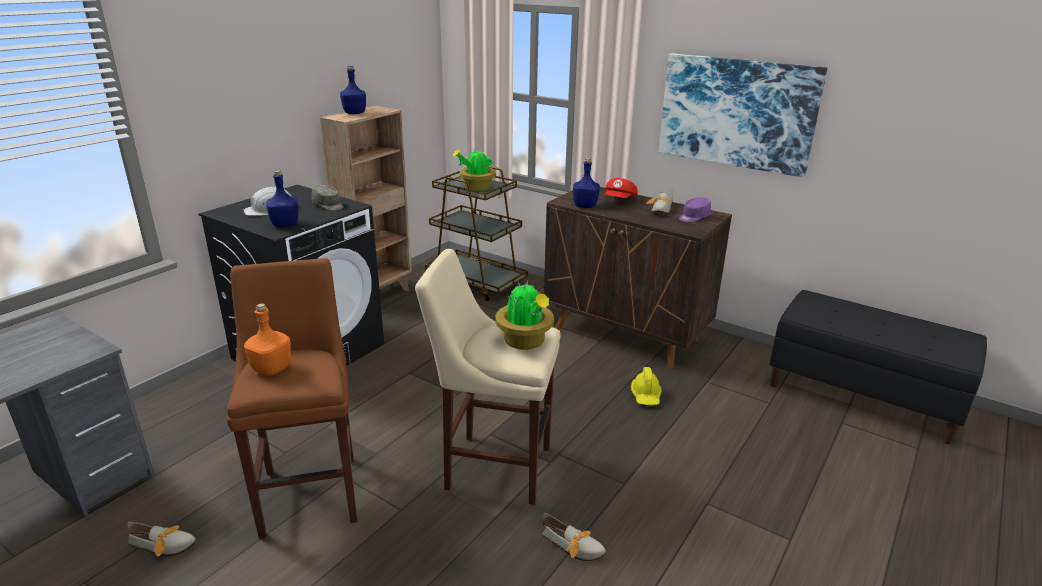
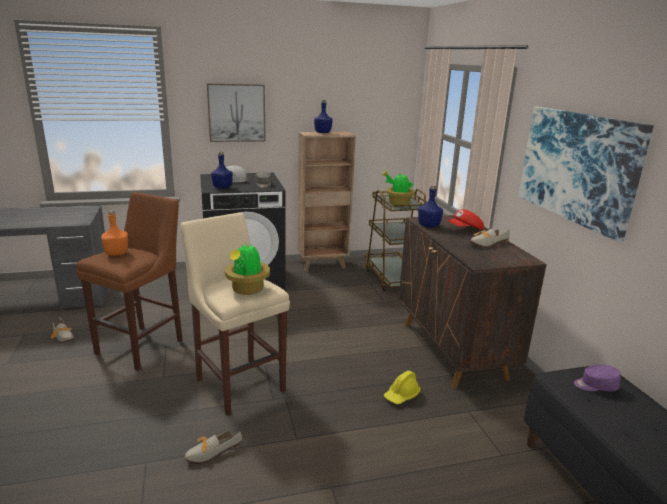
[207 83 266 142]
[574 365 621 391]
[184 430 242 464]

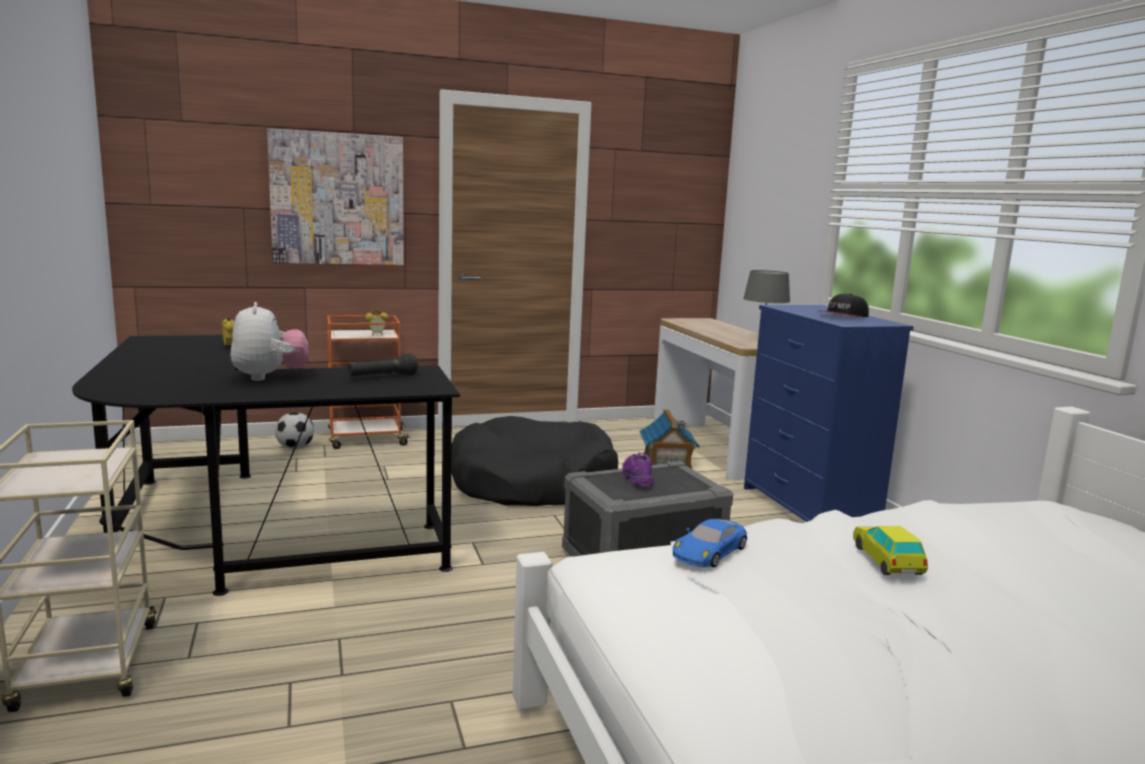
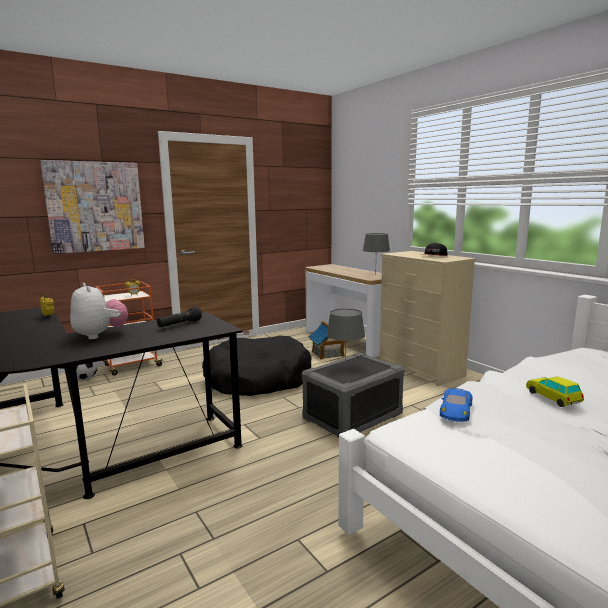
[327 309 365 368]
[379 251 476 386]

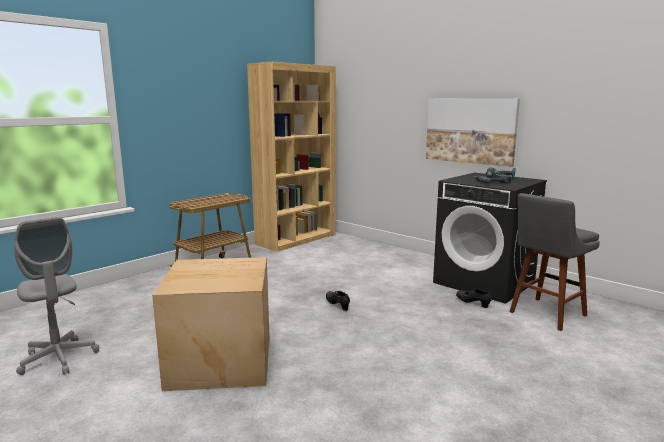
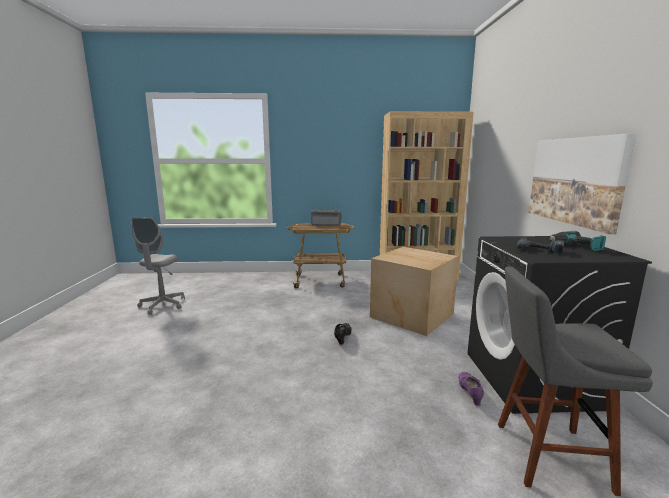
[311 208 342 225]
[370 247 459 336]
[459 372 484 406]

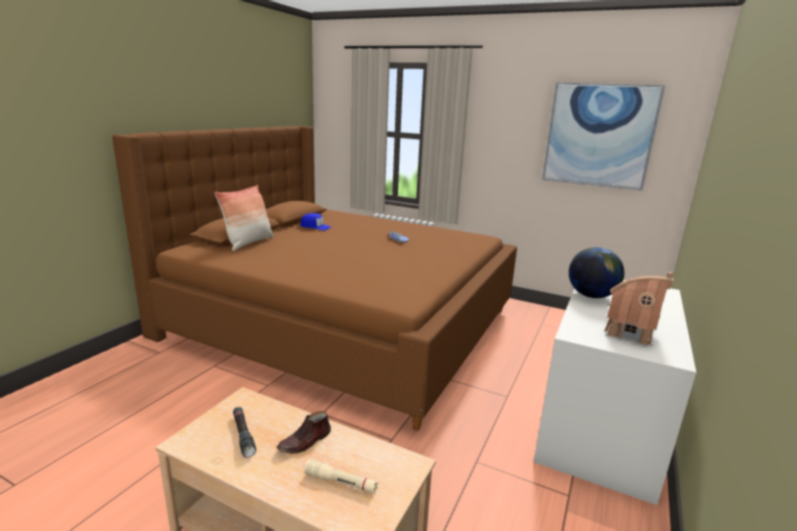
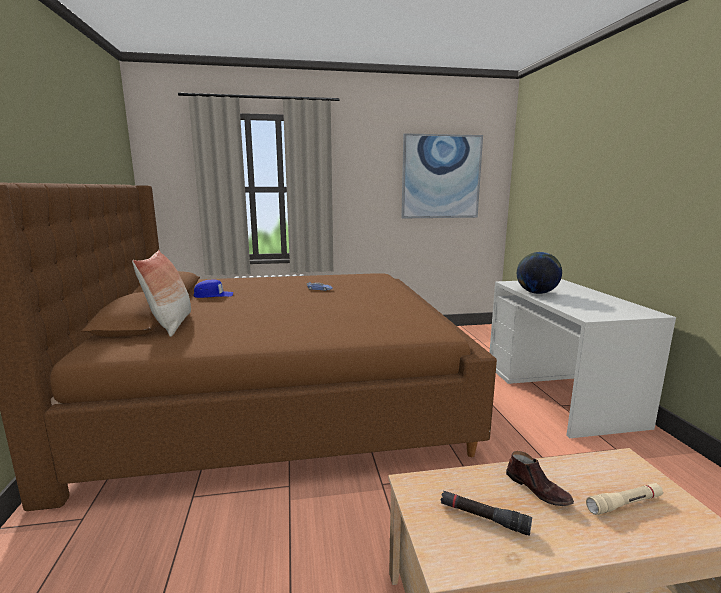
[605 272 674 346] (first image)
[506 451 574 506]

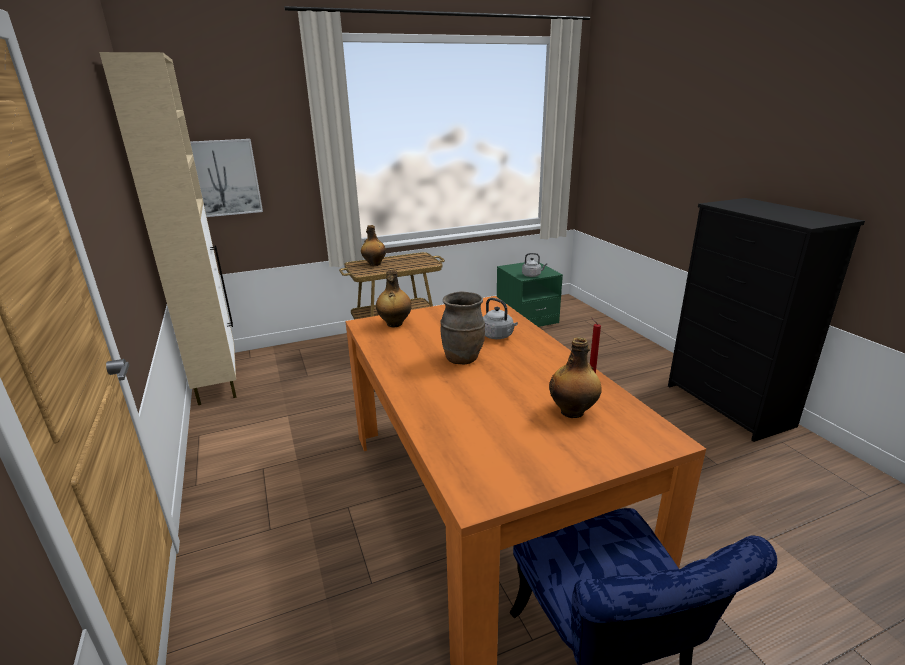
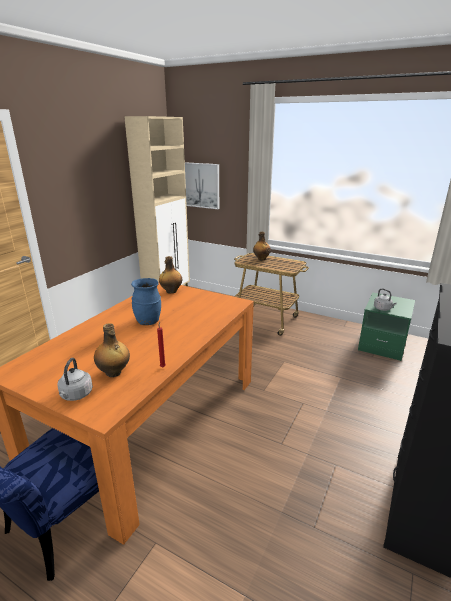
[57 358 93 401]
[131 278 161 325]

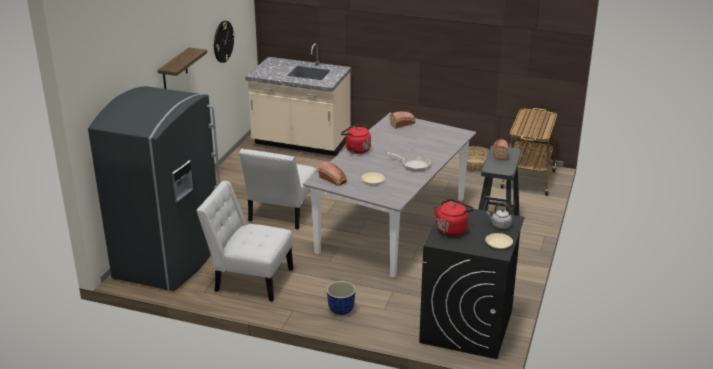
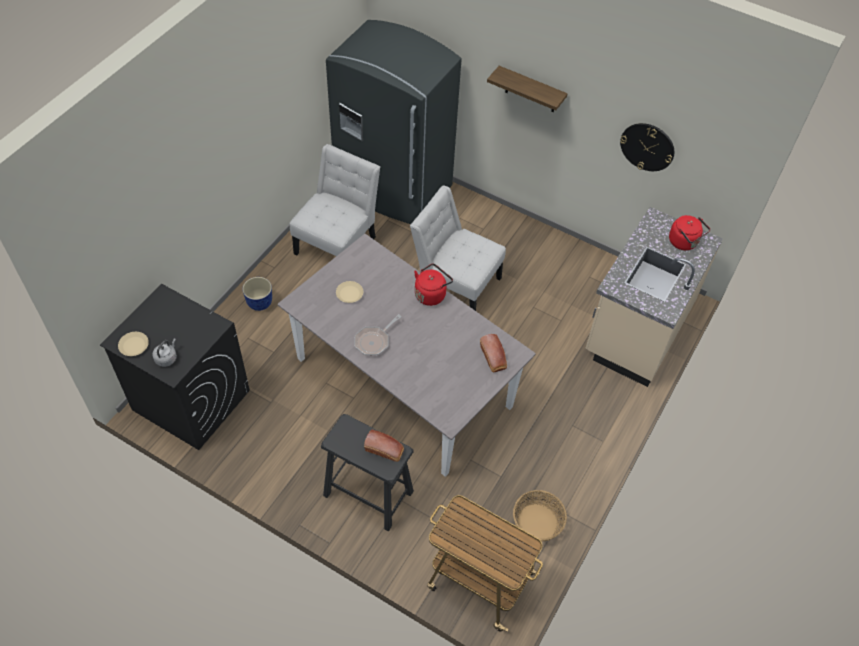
[318 162 347 186] (first image)
[669 215 710 250]

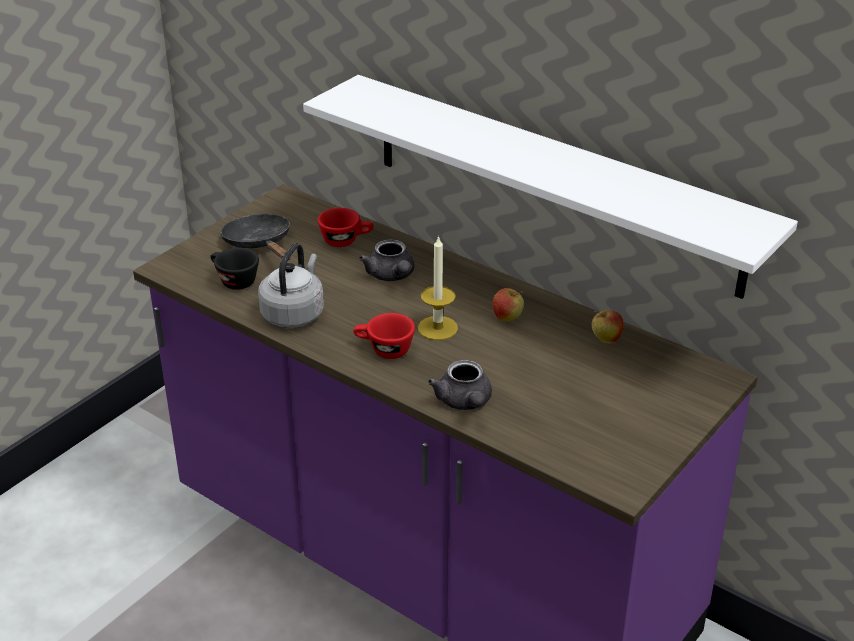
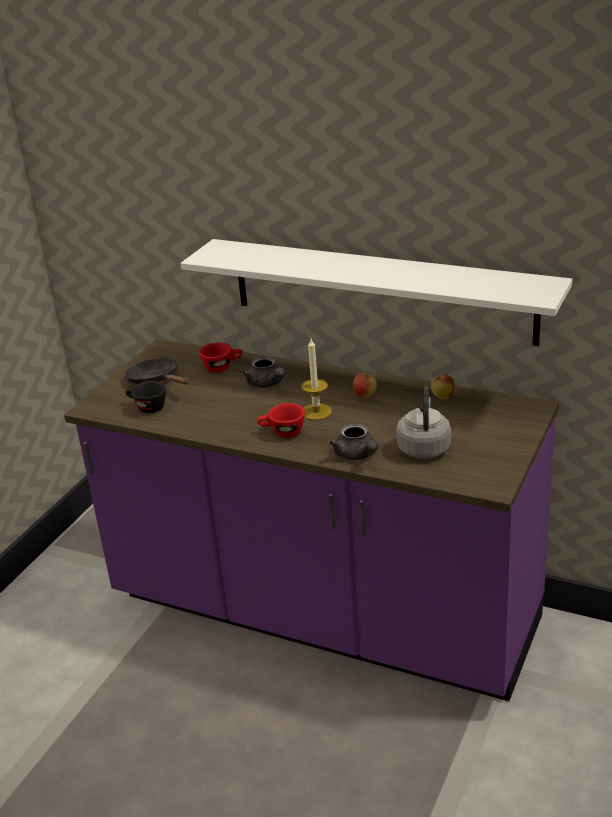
[396 387 451 459]

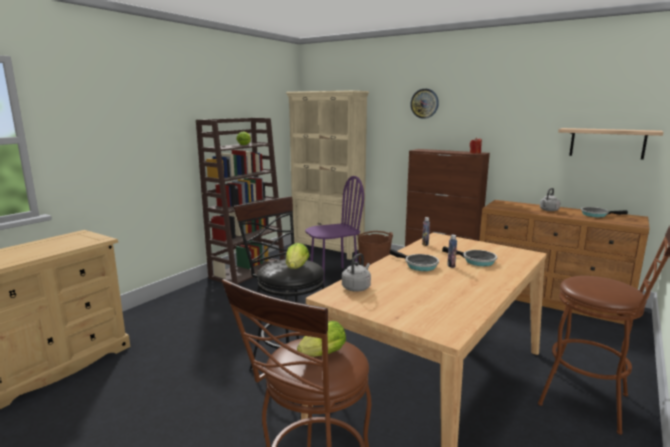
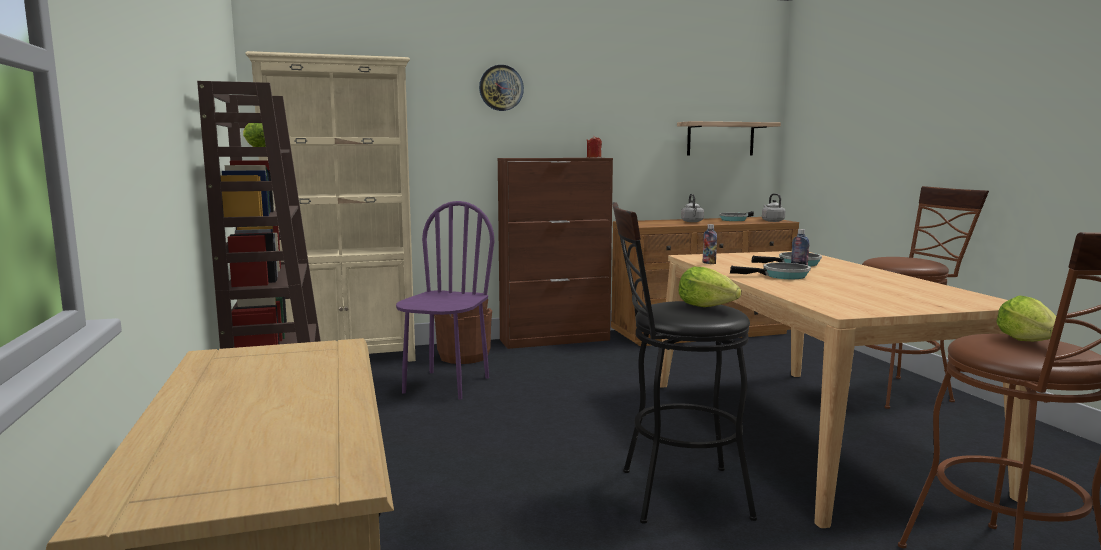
[762 194 785 222]

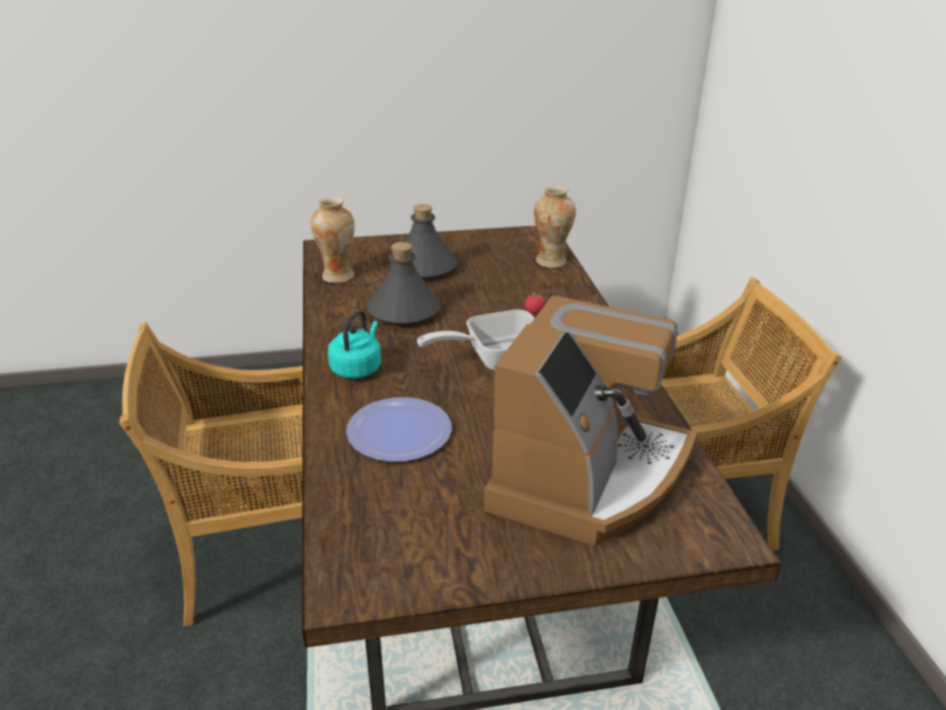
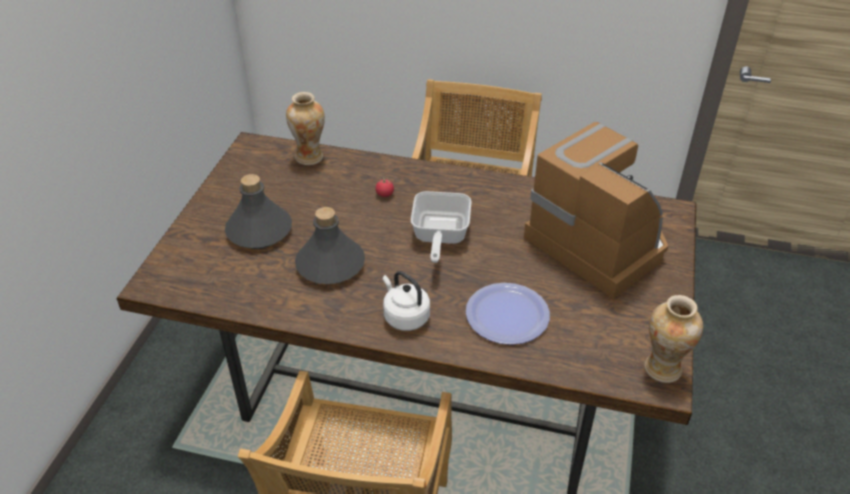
[644 295 703 383]
[383 271 430 331]

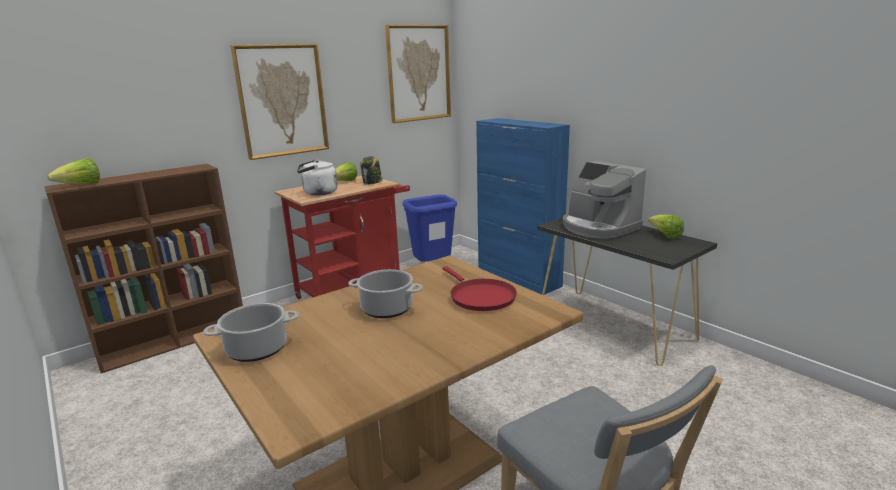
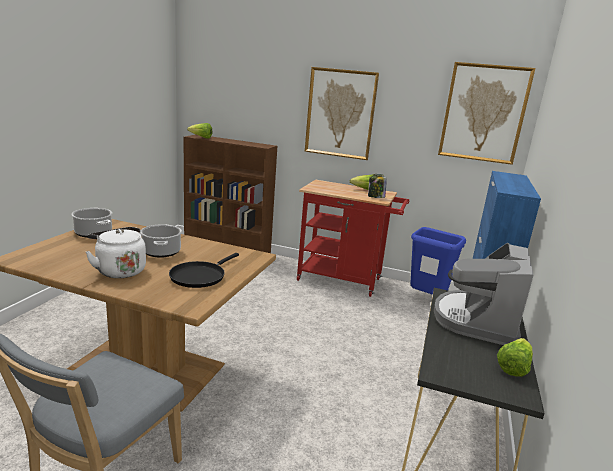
[86 227 146 278]
[169 253 239 288]

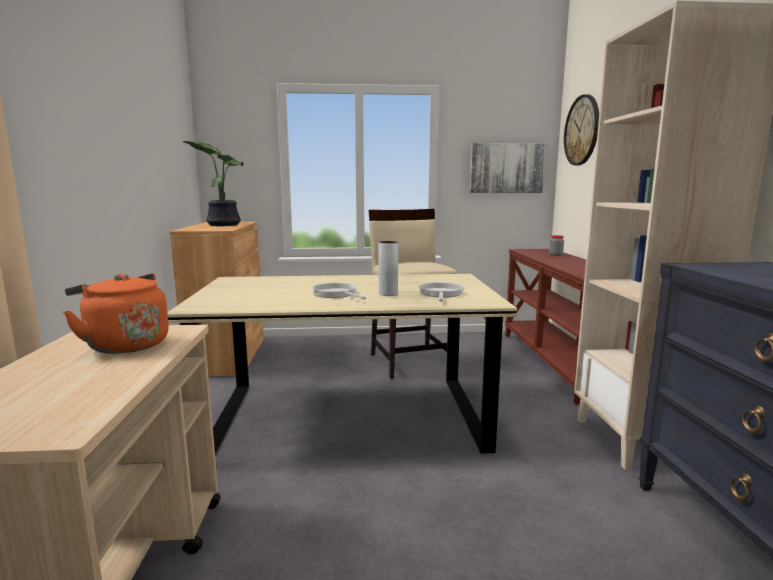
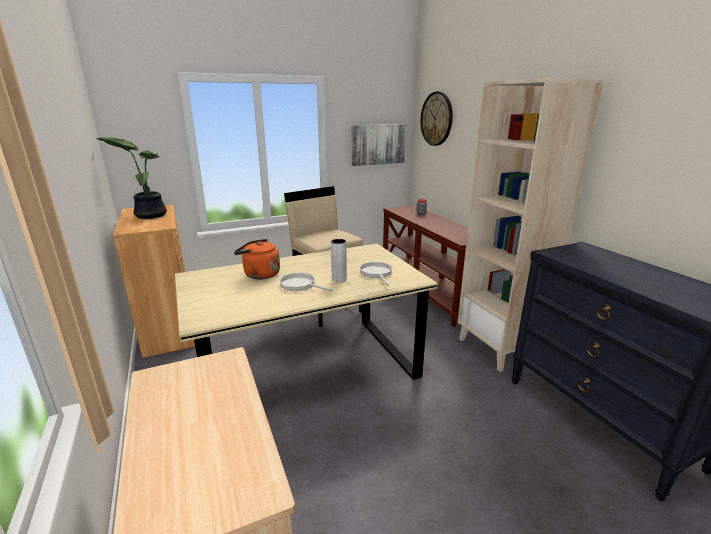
[234 239 280 280]

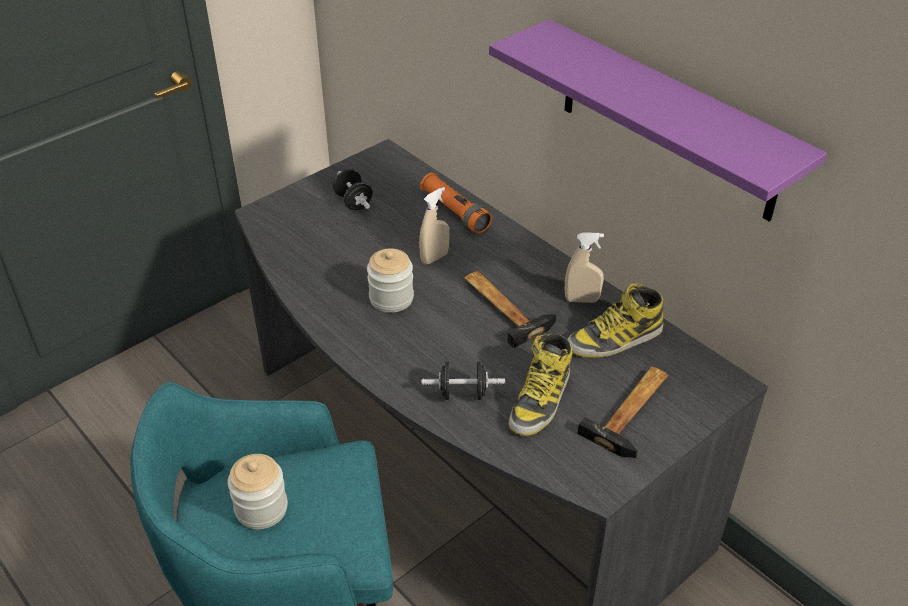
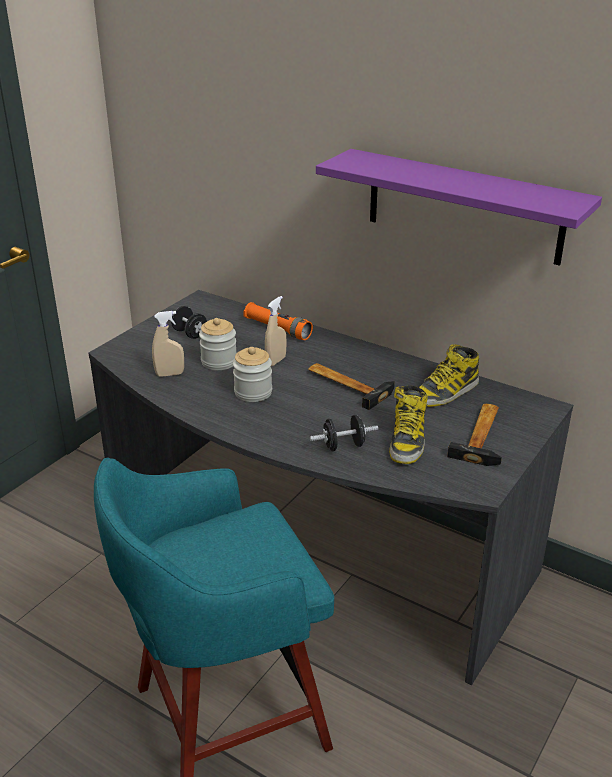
[199 318 237 370]
[152 311 184 377]

